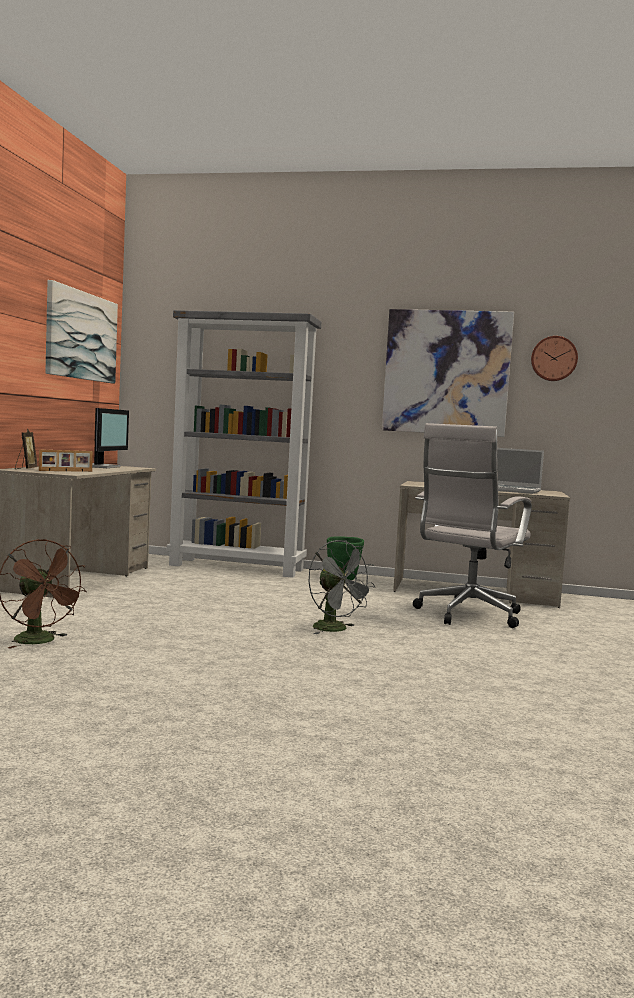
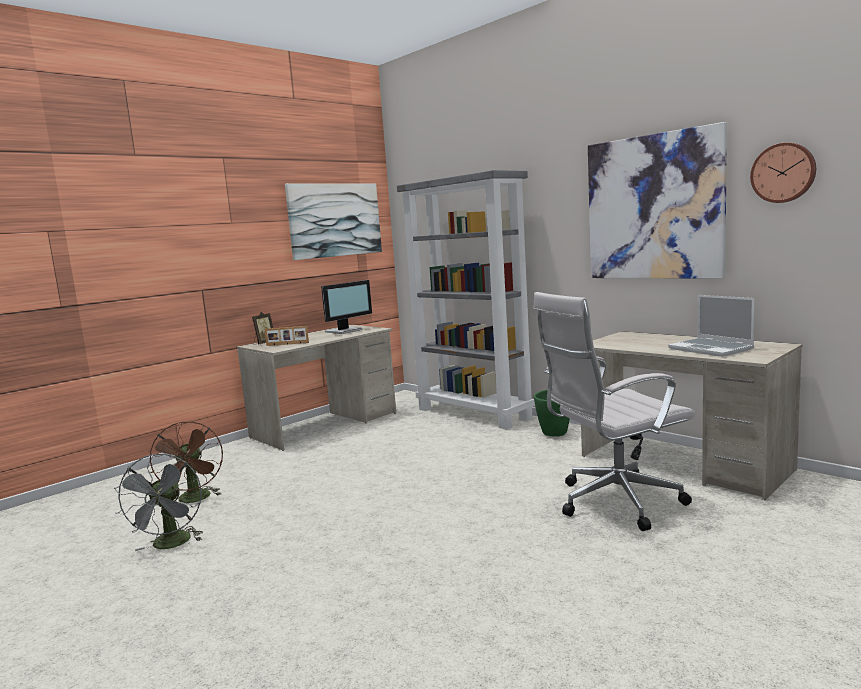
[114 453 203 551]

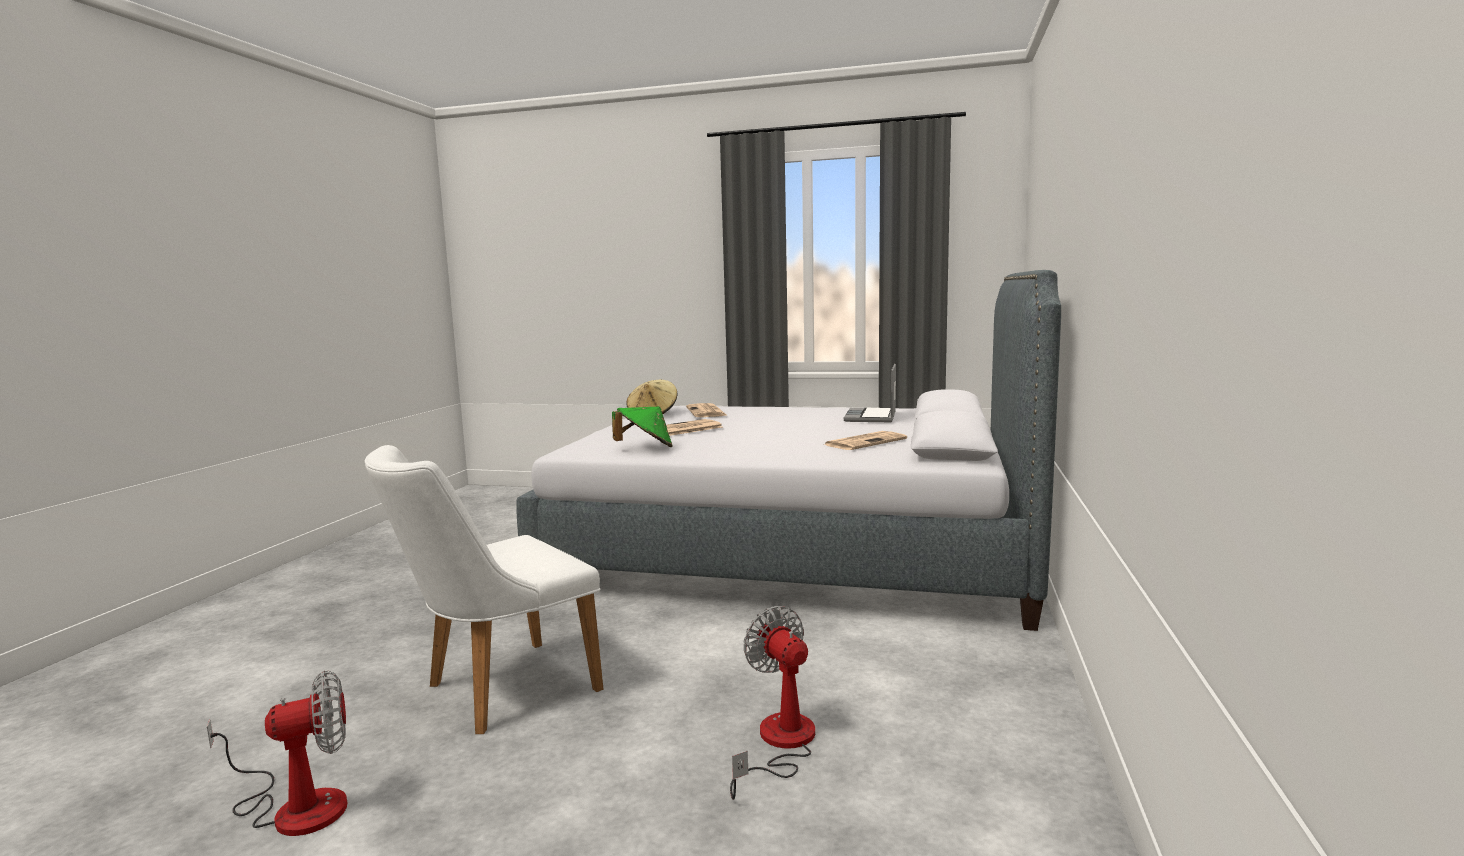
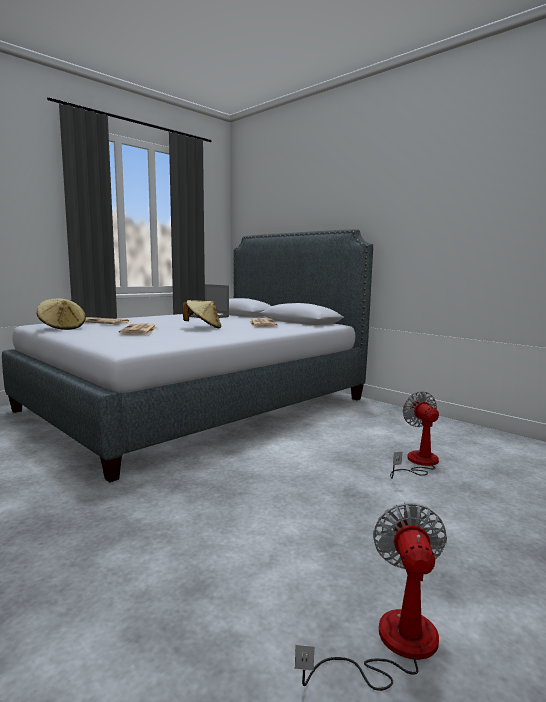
[365 445 604 734] (first image)
[612 407 673 447] (first image)
[183 300 221 328]
[390 391 439 479]

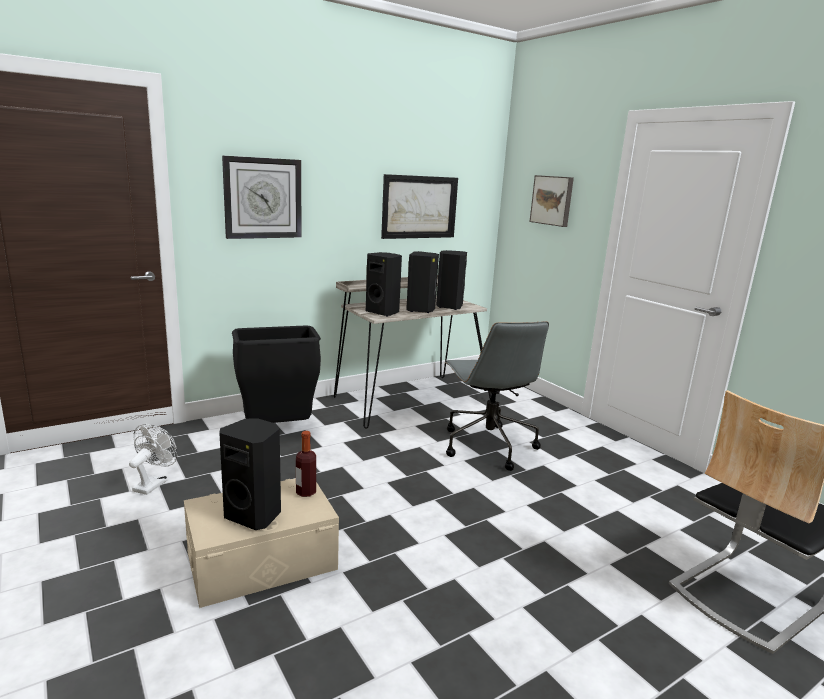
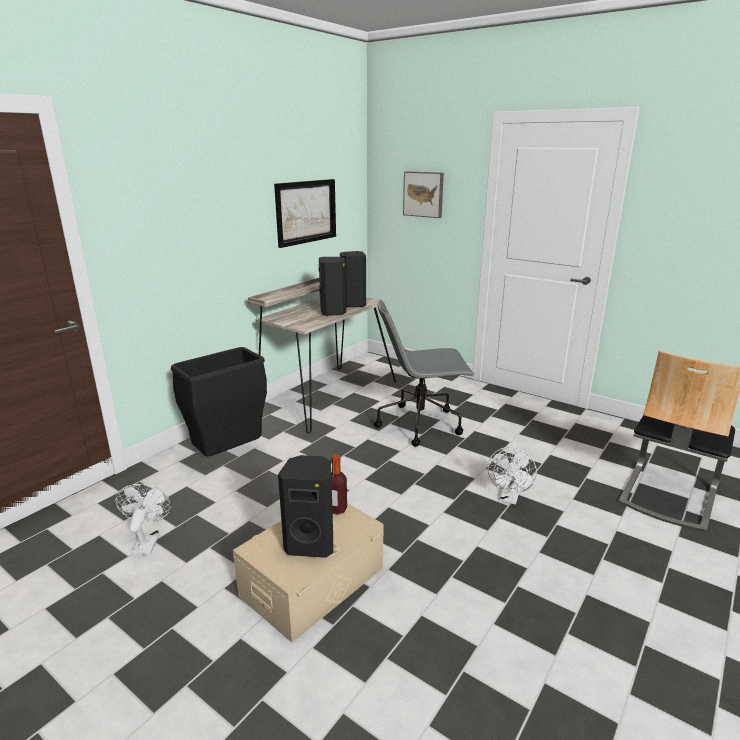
[222 155 302 239] (first image)
[366 252 402 316] (first image)
[488 447 537 505]
[374 299 475 447]

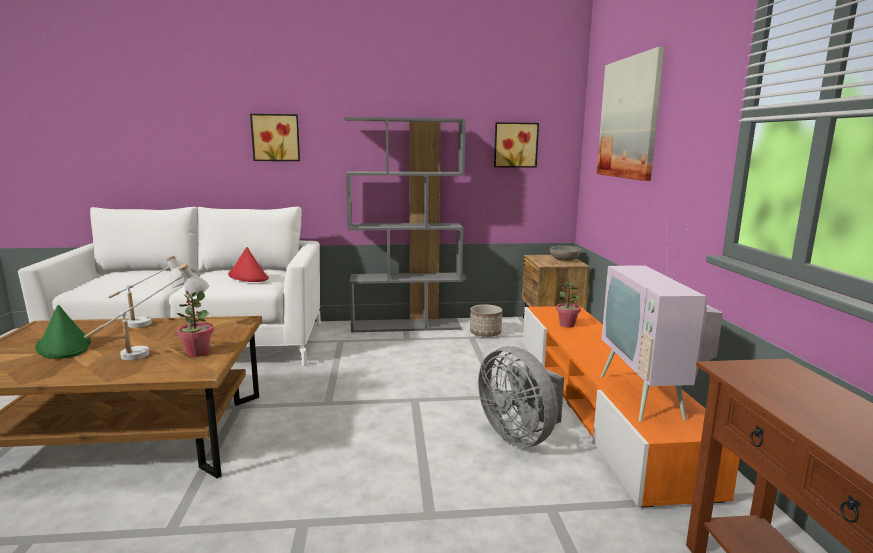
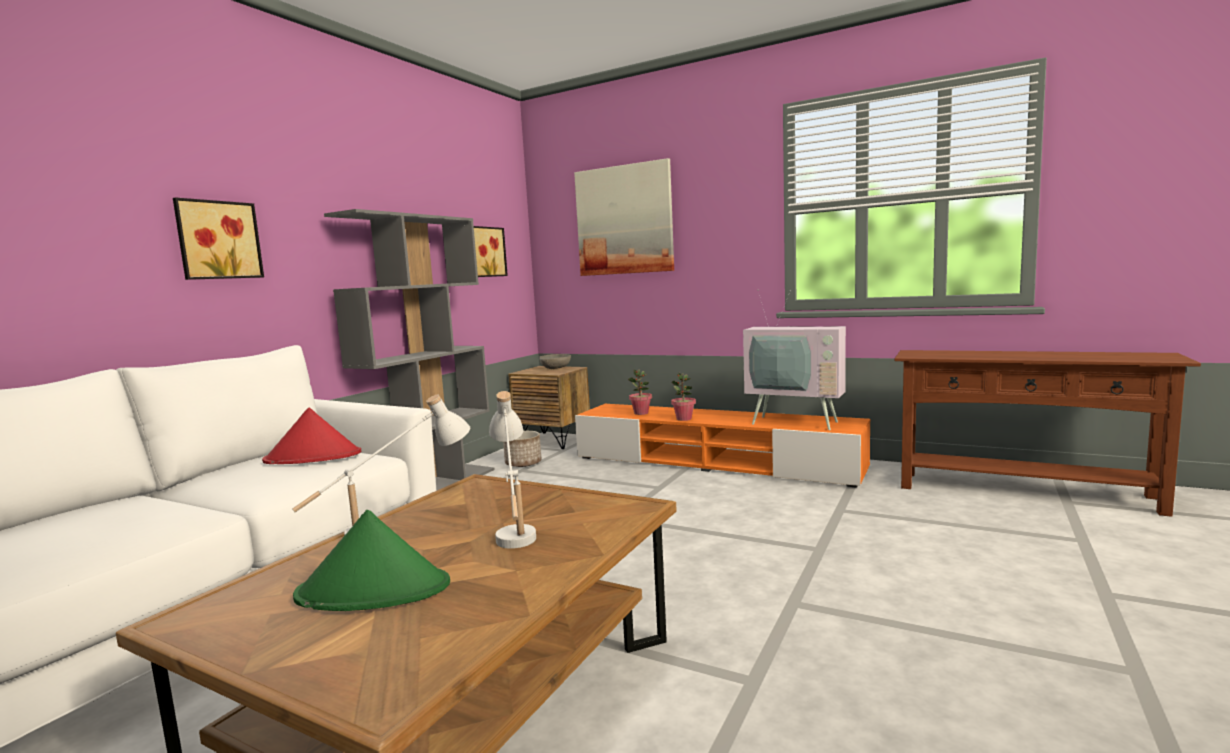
[478 346 564 447] (first image)
[671 373 696 421]

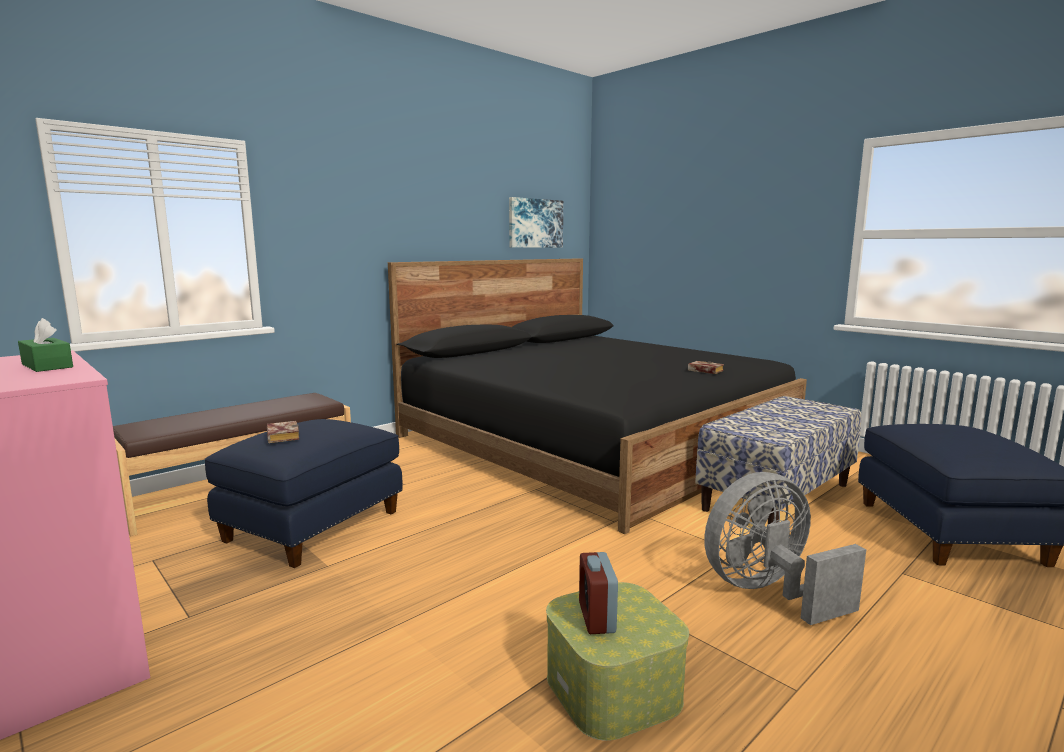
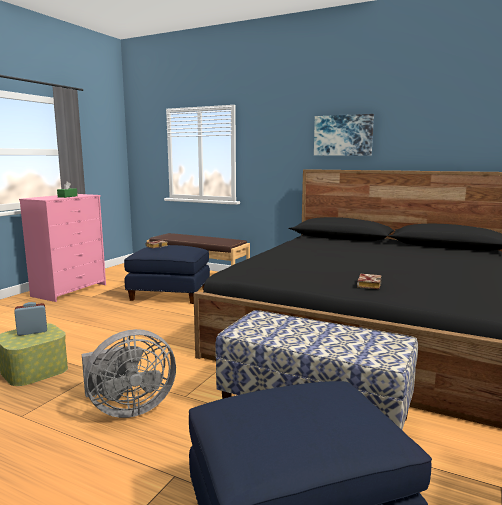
[314 114 374 156]
[82 329 176 418]

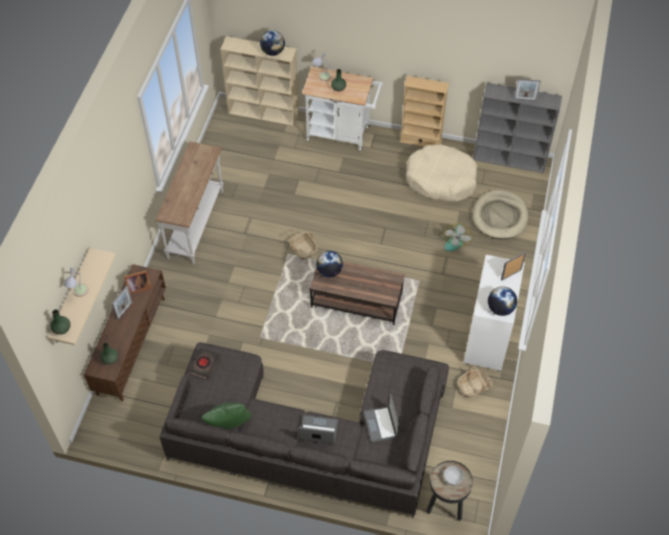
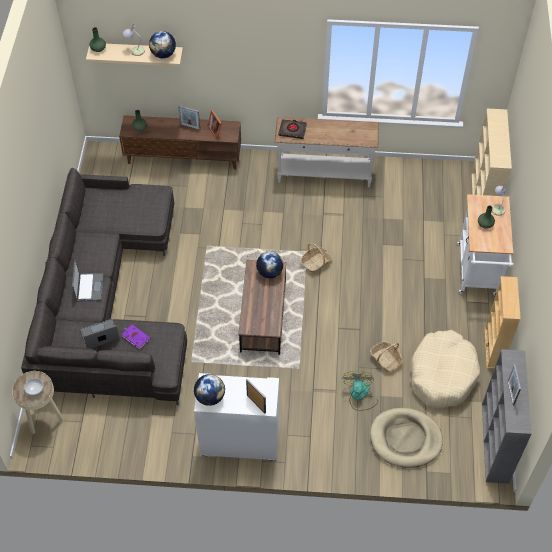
[202 403 252 430] (first image)
[121 324 151 350]
[278 119 307 139]
[149 31 176 58]
[370 341 403 372]
[12 371 64 434]
[342 371 378 411]

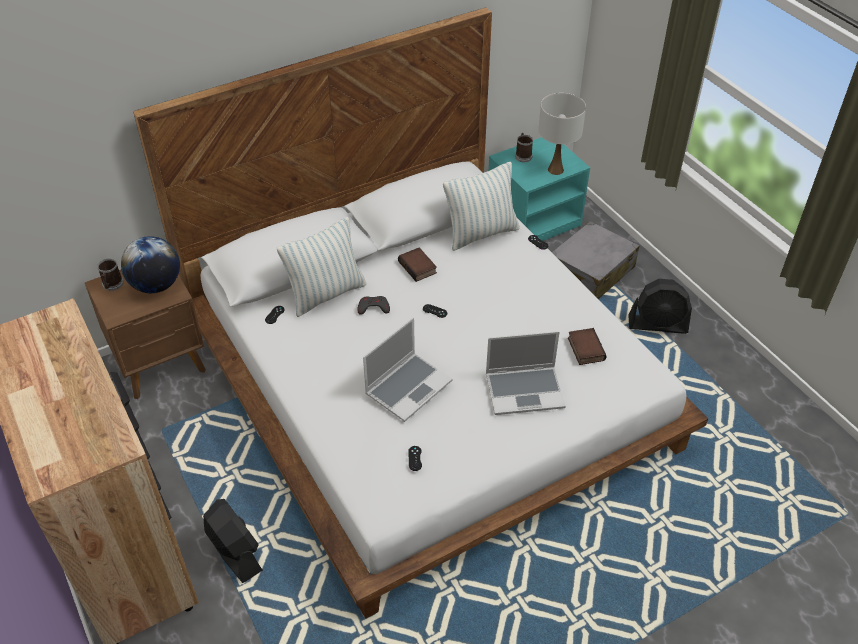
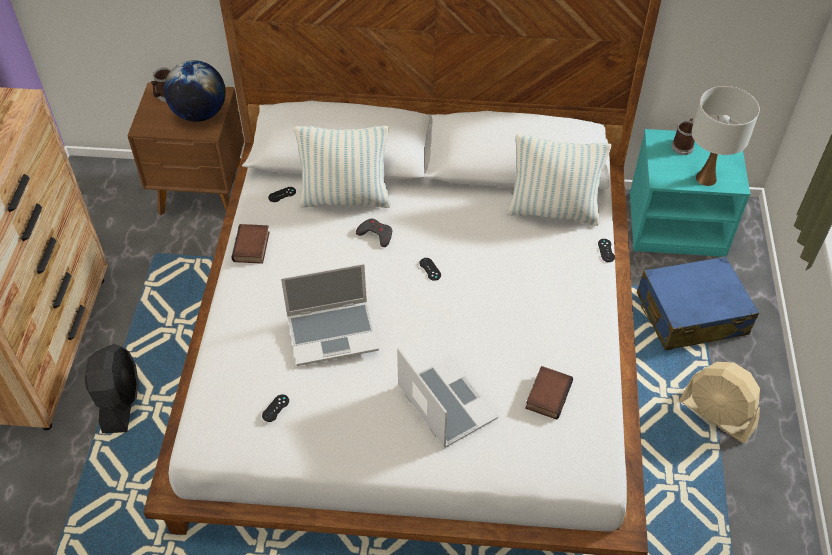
[231 224 270 264]
[637 256 759 351]
[679 362 760 443]
[397 347 498 449]

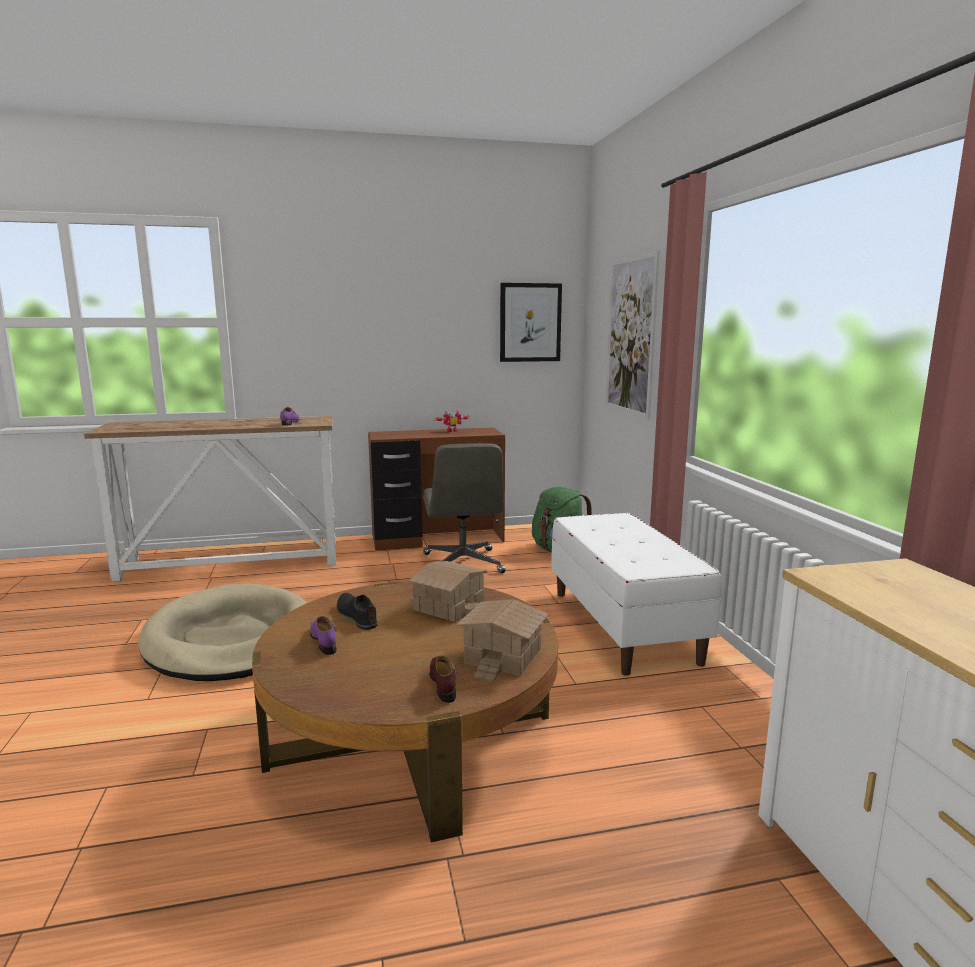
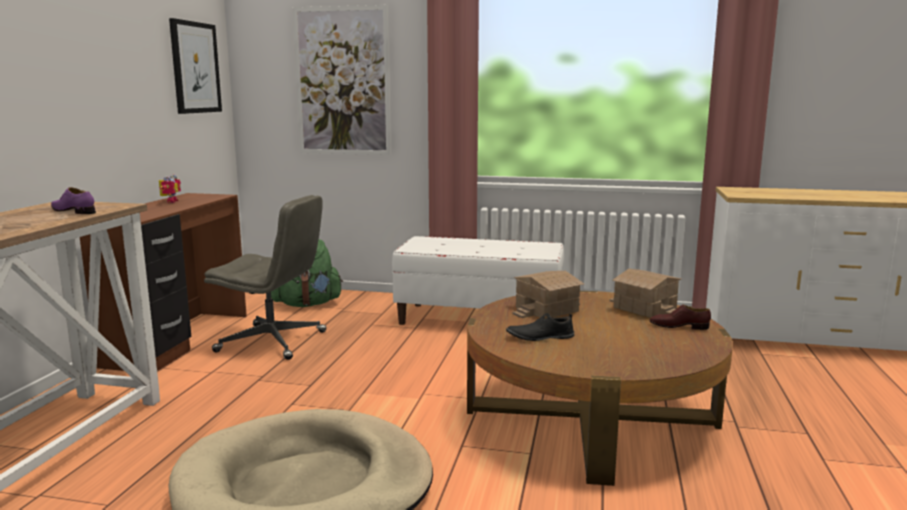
[310 616 337 655] (first image)

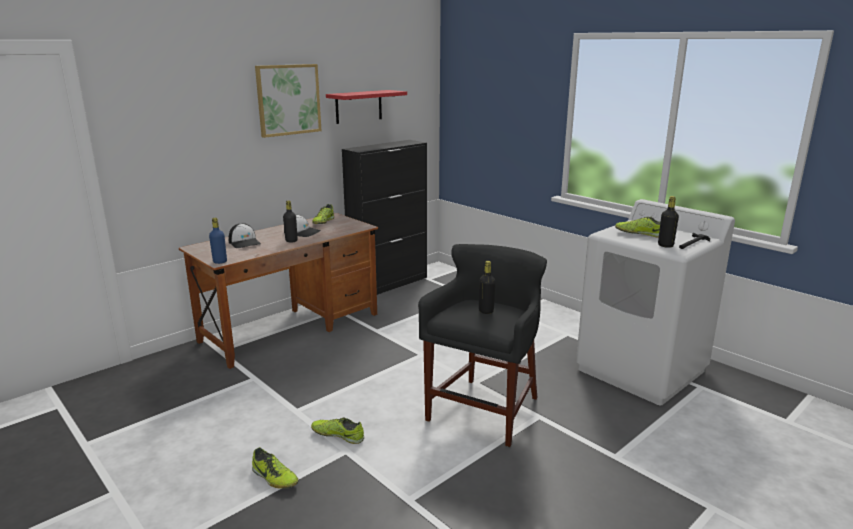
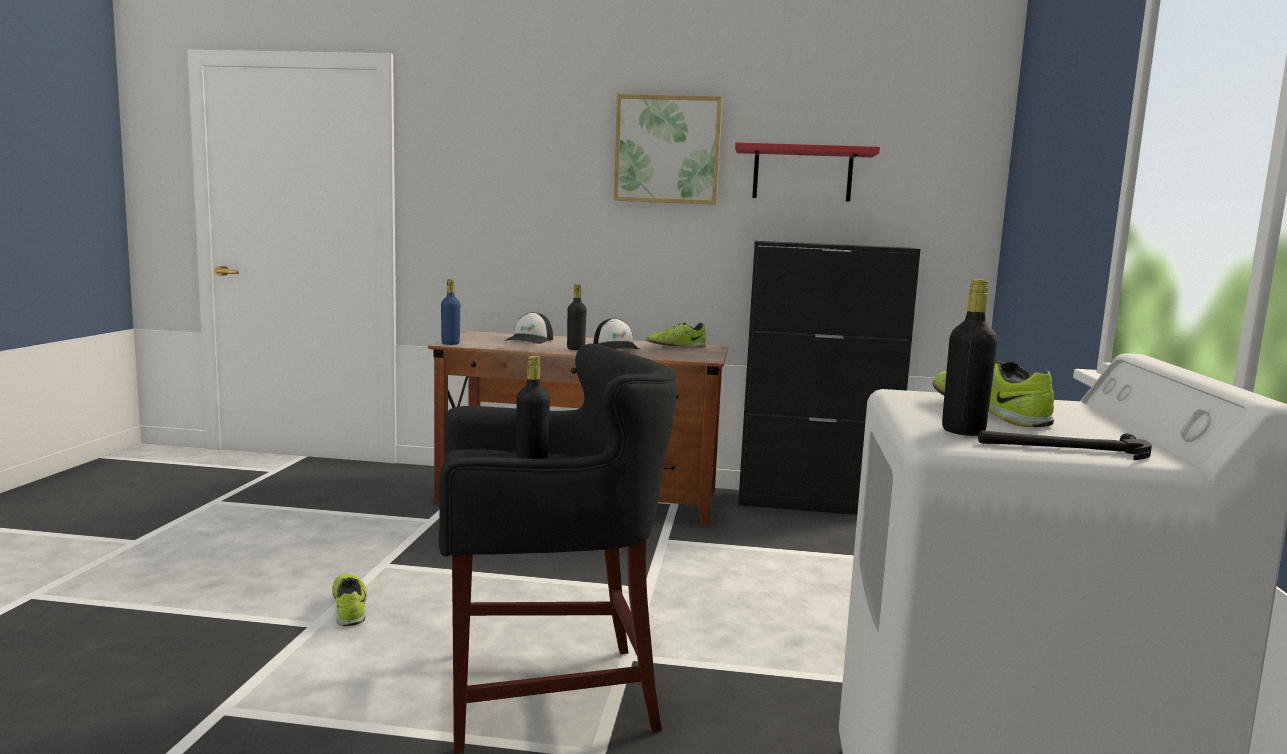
[252 447 298 489] (first image)

